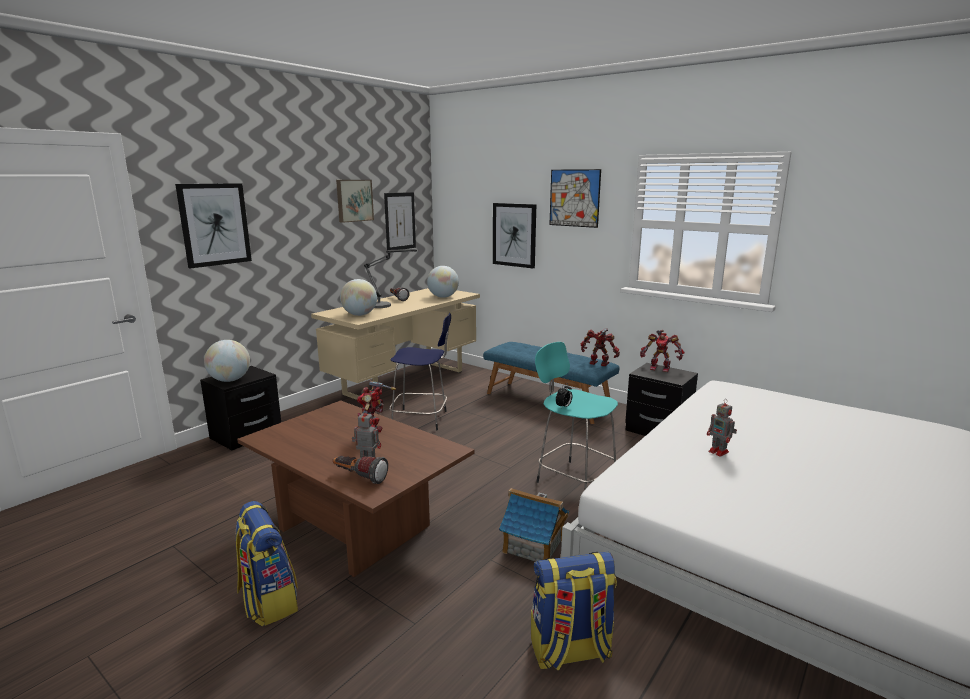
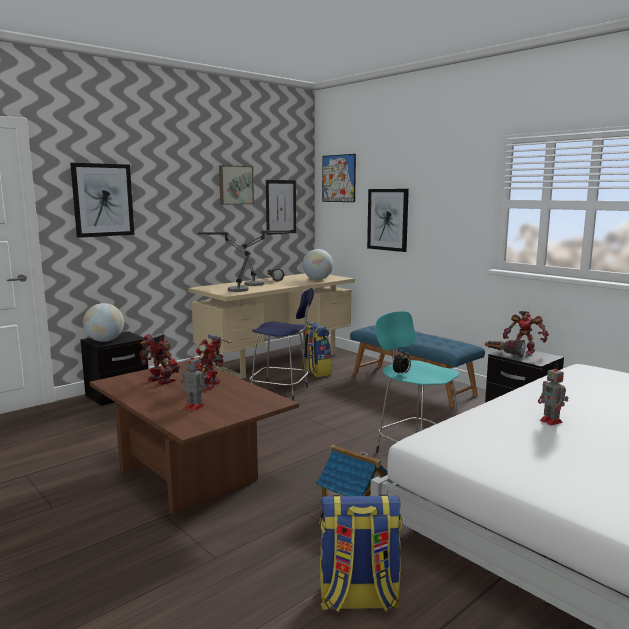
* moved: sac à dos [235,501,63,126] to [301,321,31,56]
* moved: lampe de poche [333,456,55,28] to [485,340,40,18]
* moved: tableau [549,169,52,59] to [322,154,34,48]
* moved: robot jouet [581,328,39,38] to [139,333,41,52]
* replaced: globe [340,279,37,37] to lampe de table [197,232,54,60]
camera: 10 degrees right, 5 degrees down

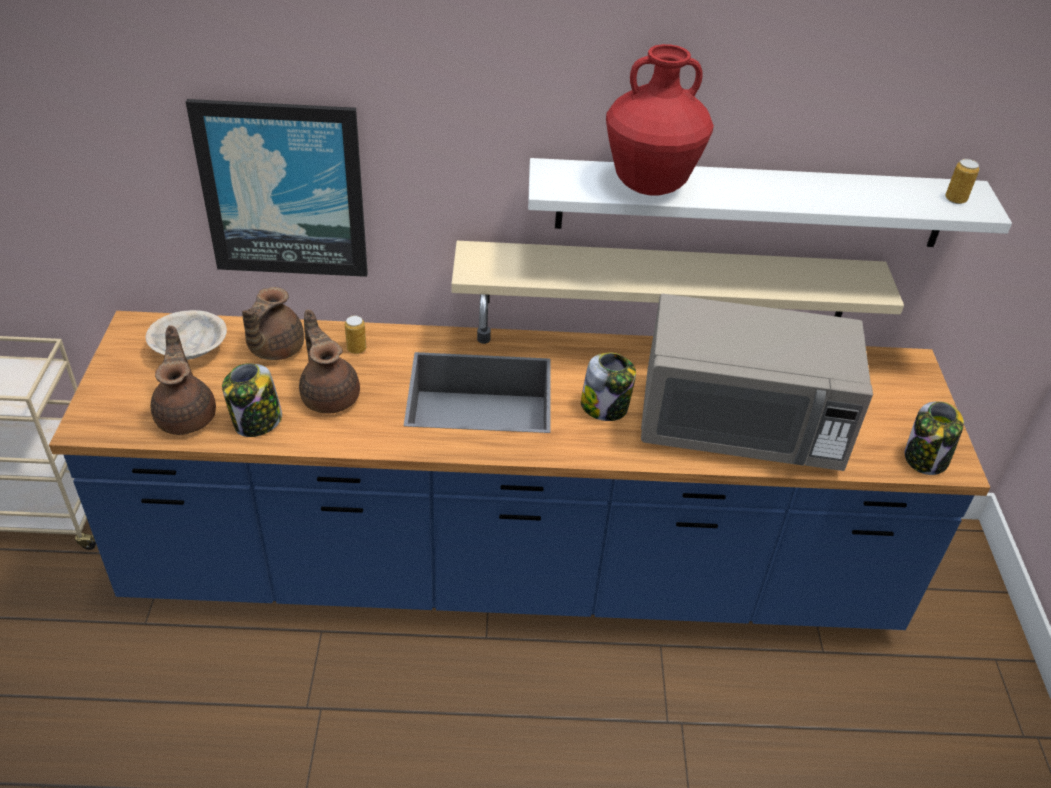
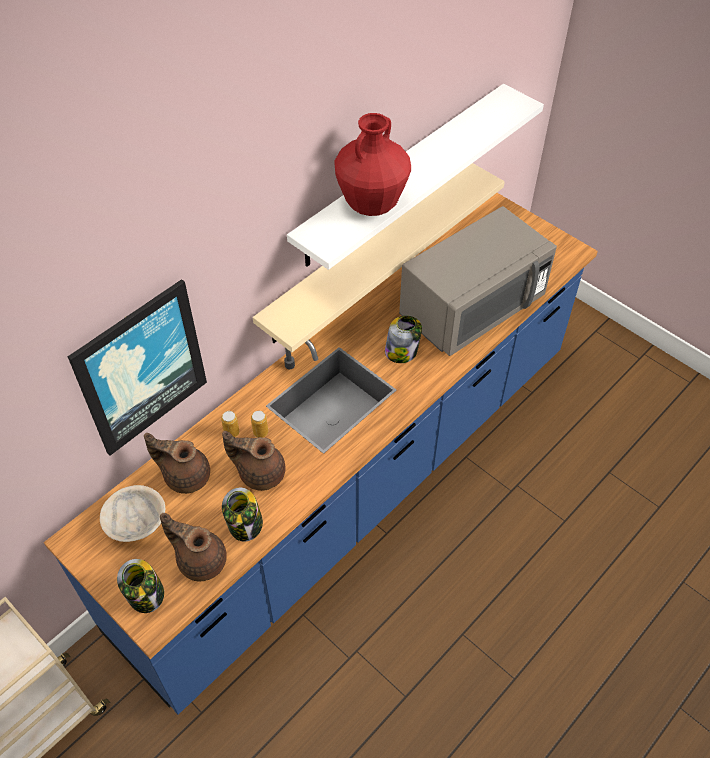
* moved: bocal [905,401,59,74] to [117,559,47,54]
* moved: boîte métallique [945,159,34,45] to [251,411,17,27]
* turned: théière (marron) [242,287,62,73] = [144,433,66,61] 135 degrees clockwise
camera: 45 degrees left, 10 degrees up

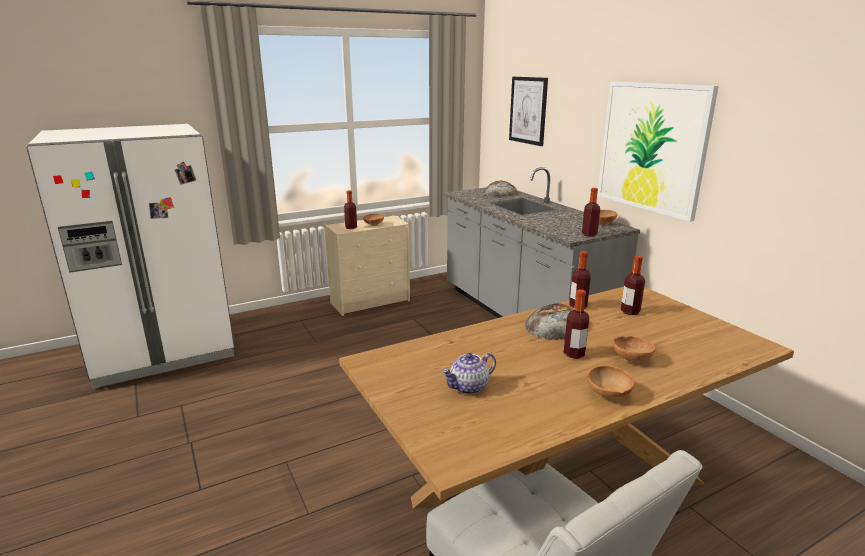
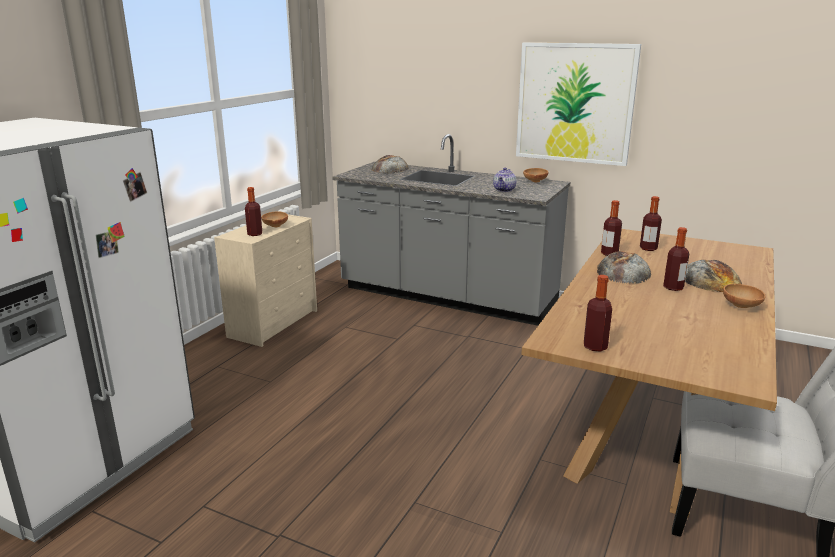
* removed: tableau [509,77,39,69]
* moved: théière [441,353,55,42] to [493,168,23,24]
* moved: bouteille [582,188,18,49] to [584,275,28,76]
* replaced: bol (marron) [613,336,42,27] to pain [685,260,57,32]
camera: 35 degrees left, 0 degrees up

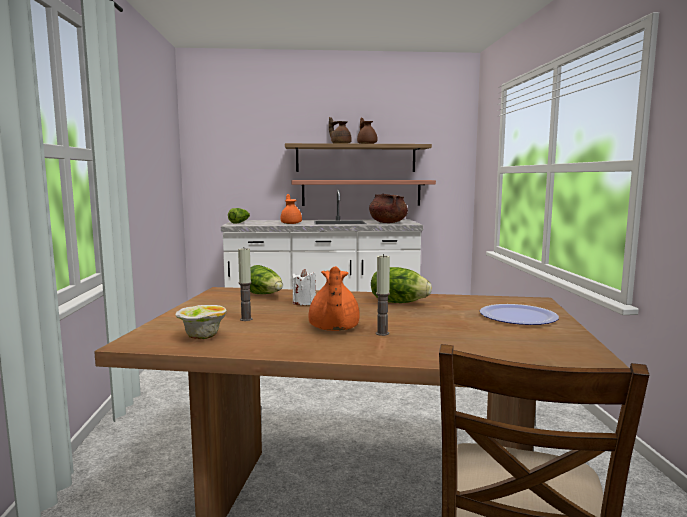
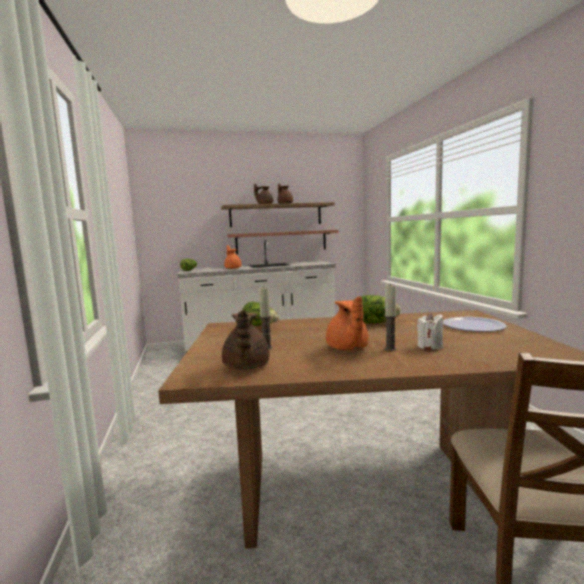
* removed: marmite (marron) [369,194,39,29]
* moved: bougie (blanc) [292,269,24,36] to [417,312,26,38]
* replaced: bol [176,305,51,34] to théière (marron) [222,310,48,60]
camera: 10 degrees left, 0 degrees up

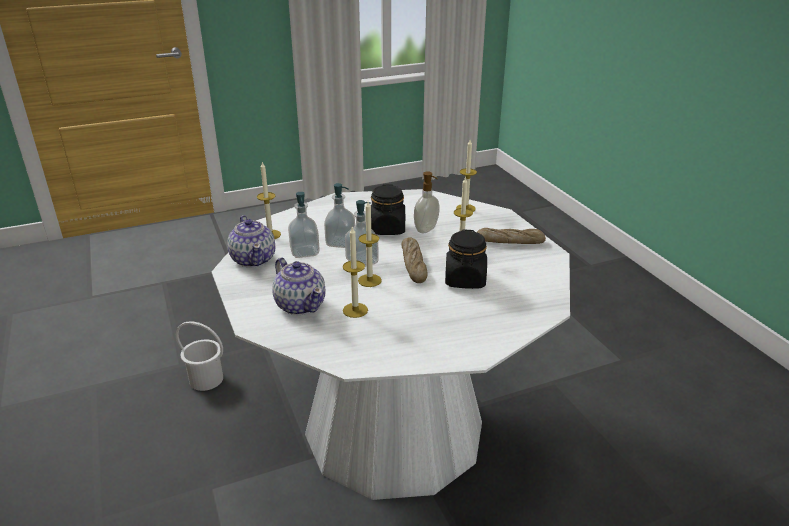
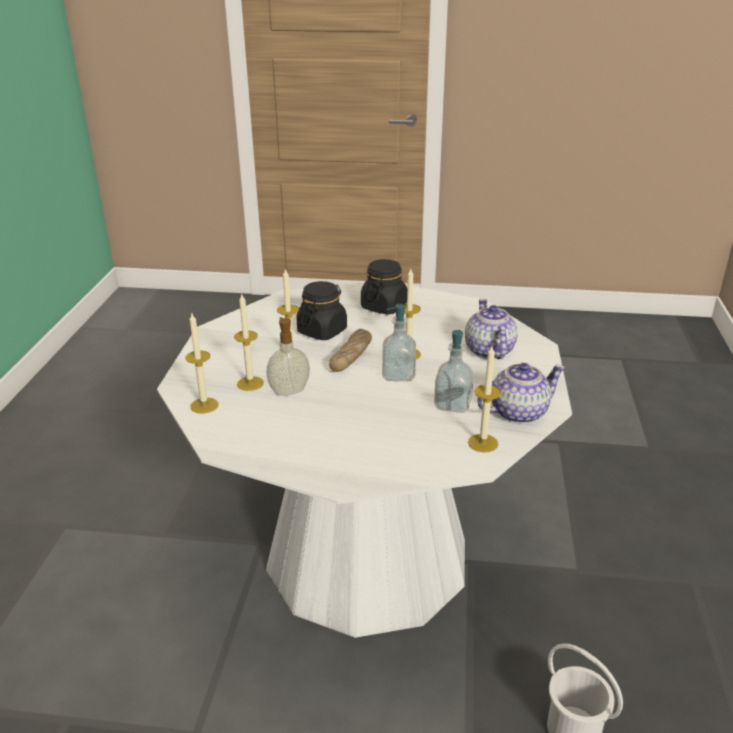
* removed: distributeur de savon [324,183,31,65]
* removed: pain [477,228,69,16]
* moved: bougie [343,226,25,92] to [234,294,30,97]
* moved: bocal (noir) [371,184,34,51] to [361,259,46,55]
* turned: théière [227,215,48,53] = [477,363,88,61] 60 degrees clockwise
camera: 150 degrees left, 0 degrees up

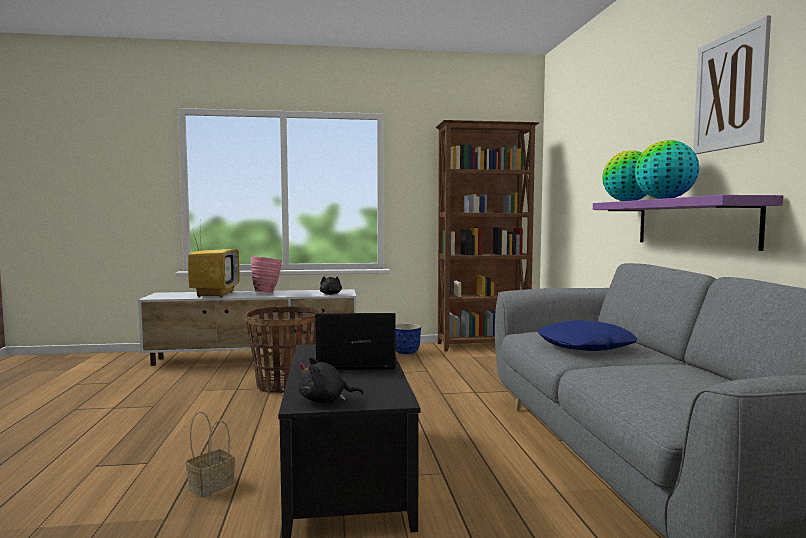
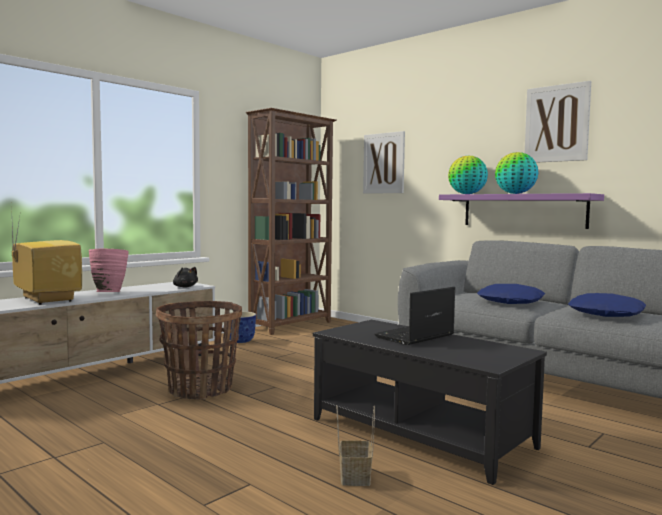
* removed: peluche (noir) [298,357,66,46]
* added: tableau [363,131,42,63]
* added: coussin (bleu) [568,293,78,24]
camera: 40 degrees left, 0 degrees up

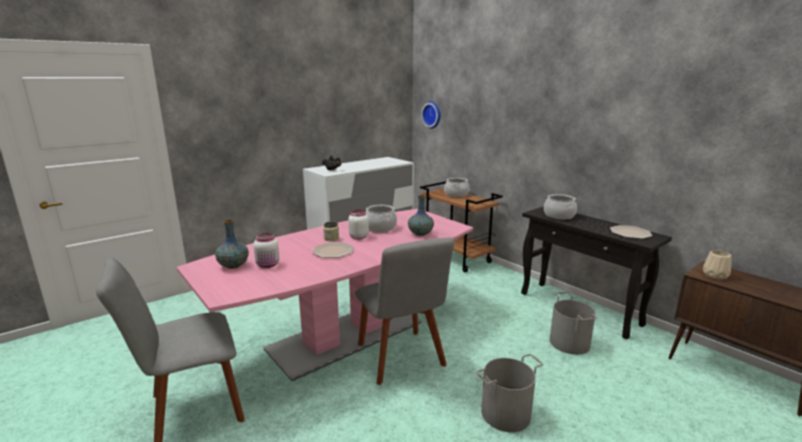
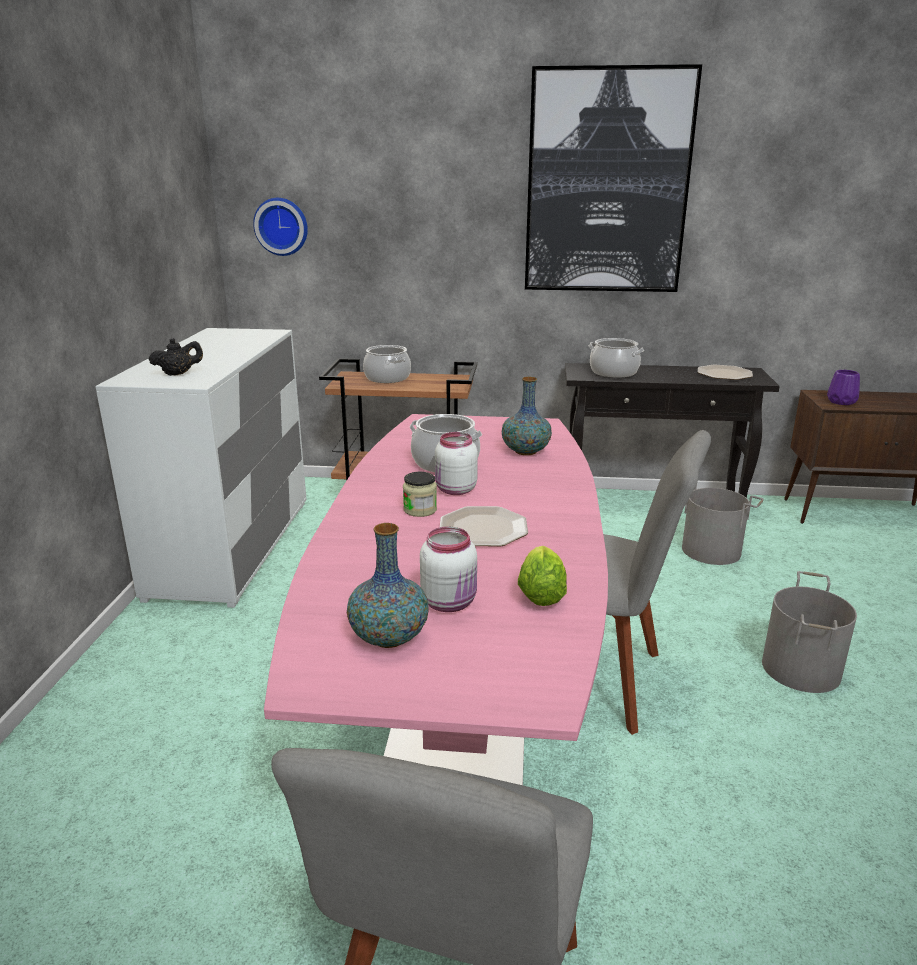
* added: laitue [518,546,49,60]
* added: tableau [525,64,177,228]
* recoloured: vase (beige) [703,250,29,29] to vase (violet) [827,370,33,35]
camera: 45 degrees left, 5 degrees up

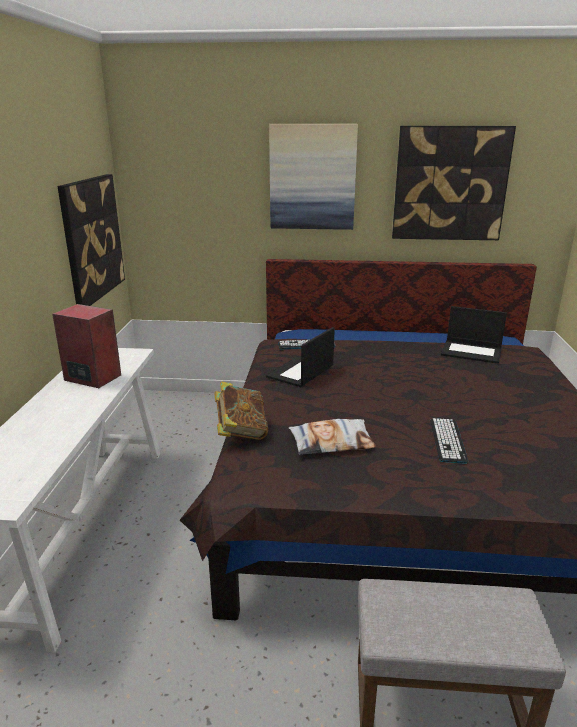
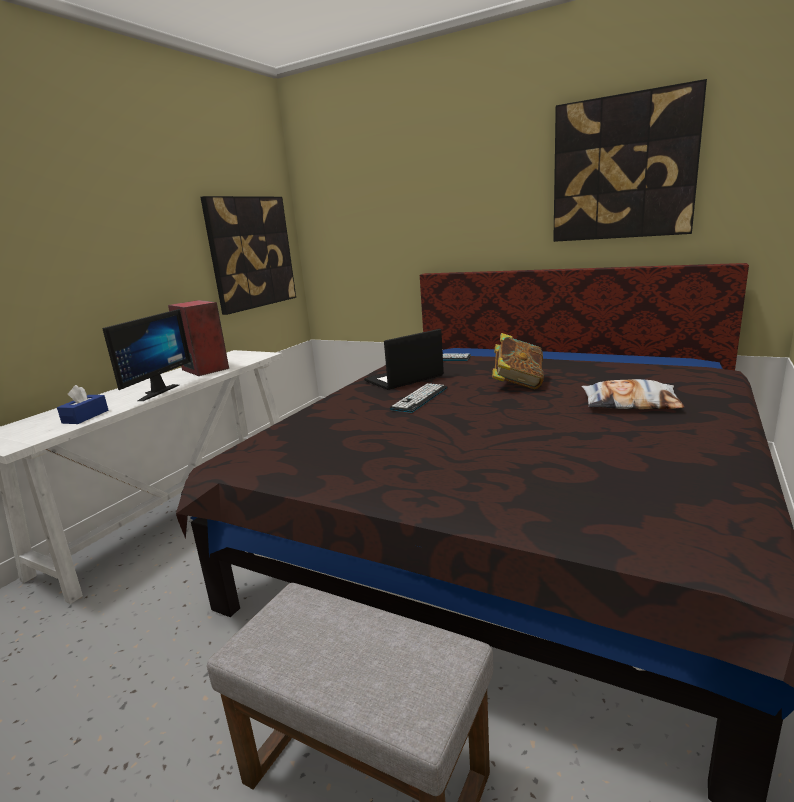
* removed: tableau [269,124,89,106]
* removed: ordinateur portable [441,306,66,58]
* added: boîte à mouchoirs (bleu) [57,385,51,39]
* added: écran d'ordinateur [102,309,89,92]
* moved: livre [214,381,54,59] to [492,333,52,56]
* moved: coussin [289,419,87,36] to [581,379,103,30]
* moved: clavier [430,418,38,46] to [389,383,58,30]
camera: 25 degrees right, 5 degrees down

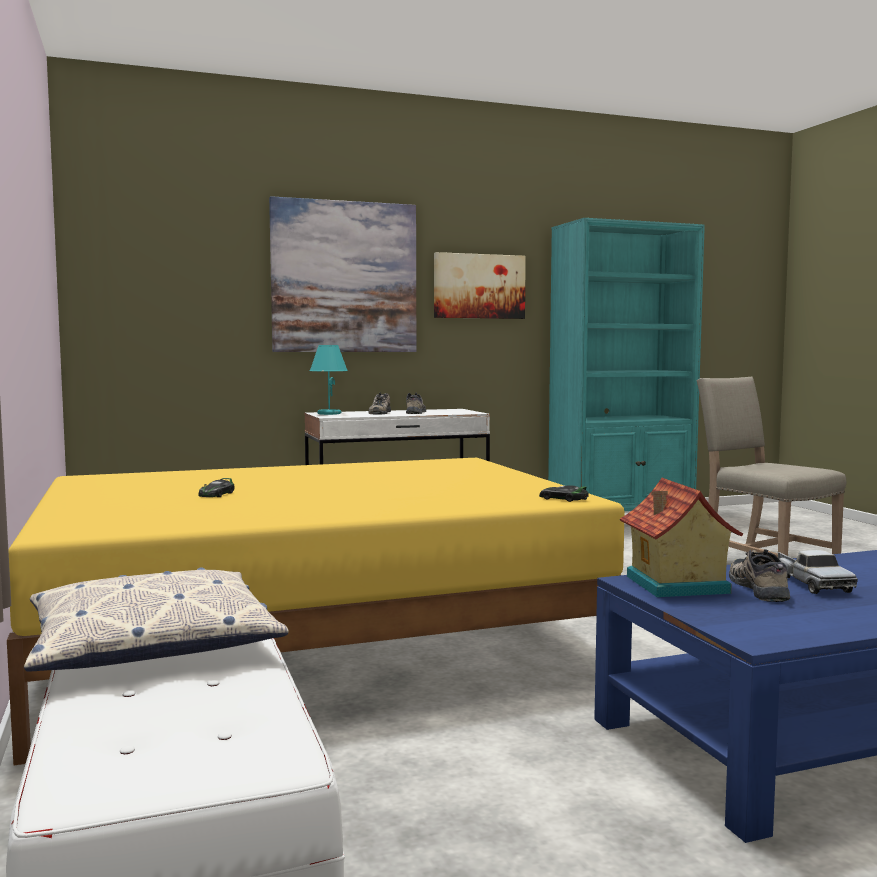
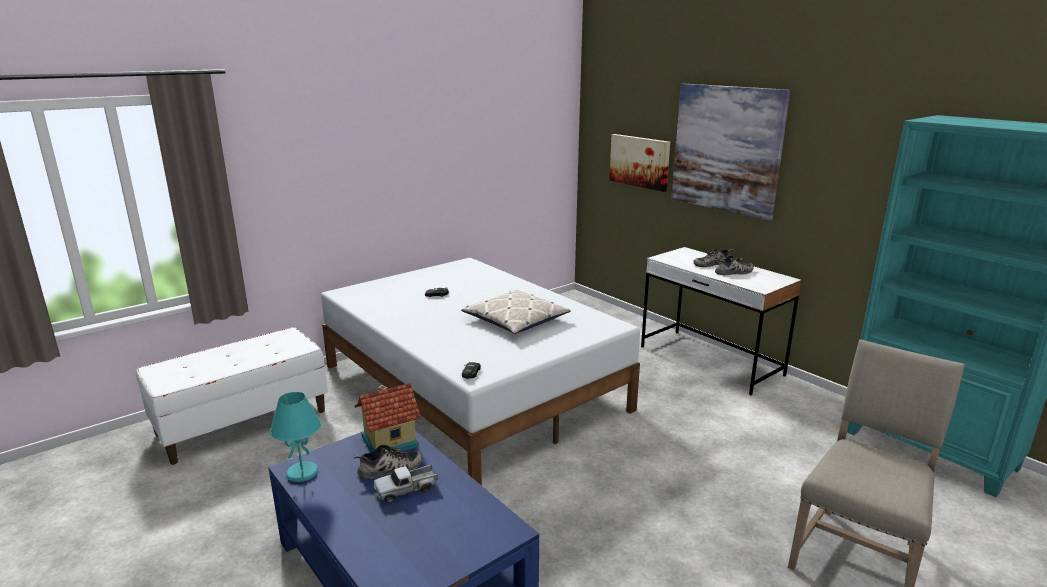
* moved: coussin [24,568,265,103] to [461,290,110,44]
* moved: lampe de table (turquoise) [310,345,38,70] to [270,392,51,90]
* moved: tableau [434,252,92,67] to [609,134,61,58]
* recoloured: lit (jaune) [7,458,618,308] to lit (blanc) [321,258,319,228]
camera: 70 degrees right, 15 degrees up

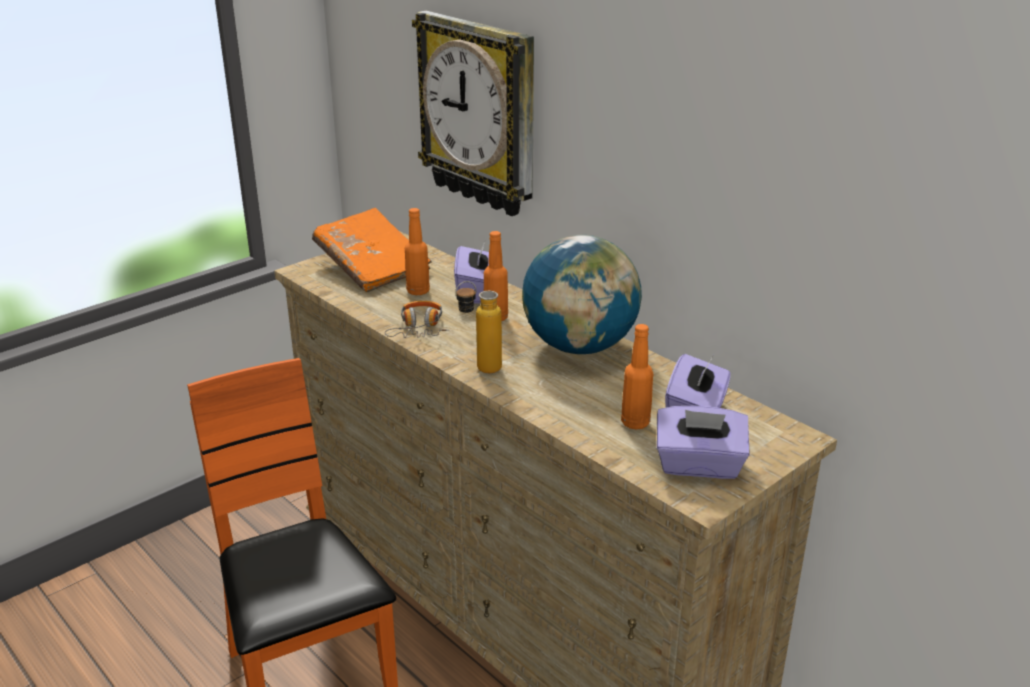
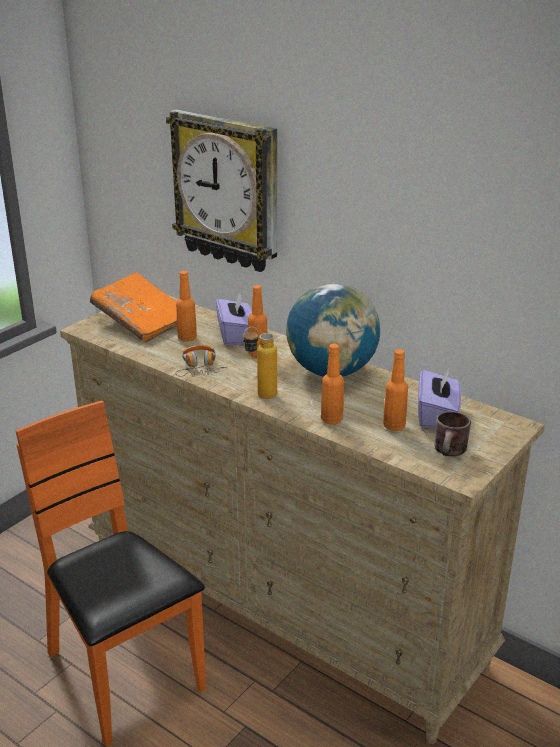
* added: bouteille (orange) [321,344,23,81]
* replaced: boîte à mouchoirs (violet) [657,406,93,73] to mug (marron) [435,412,36,44]
camera: 10 degrees left, 0 degrees up

